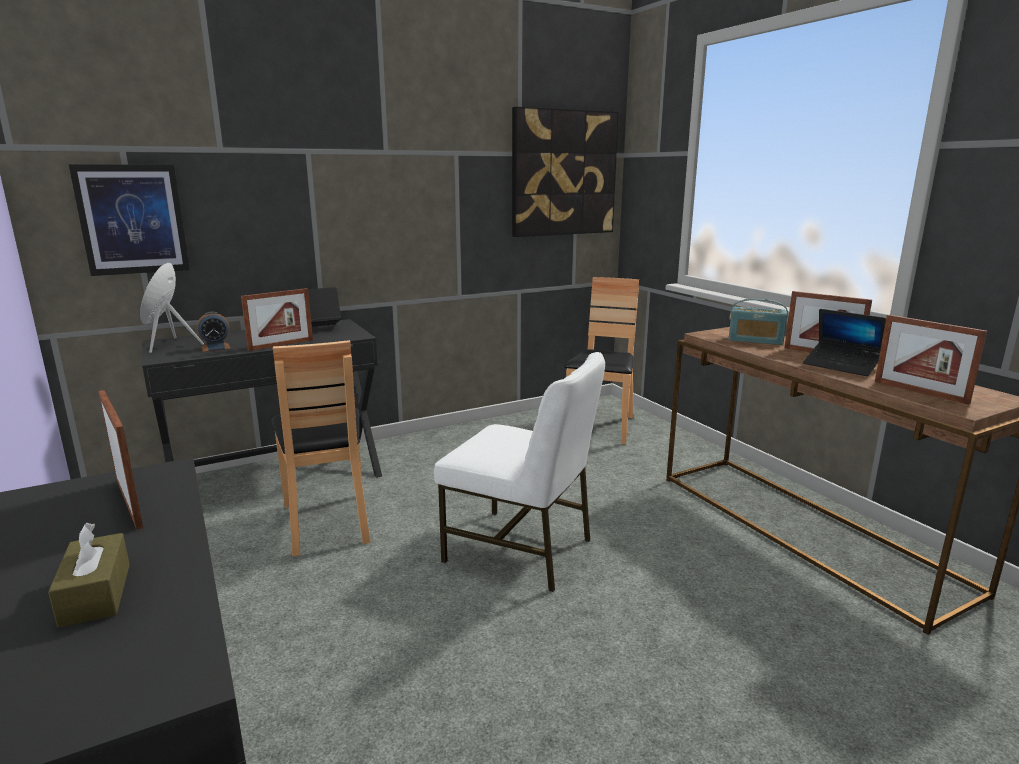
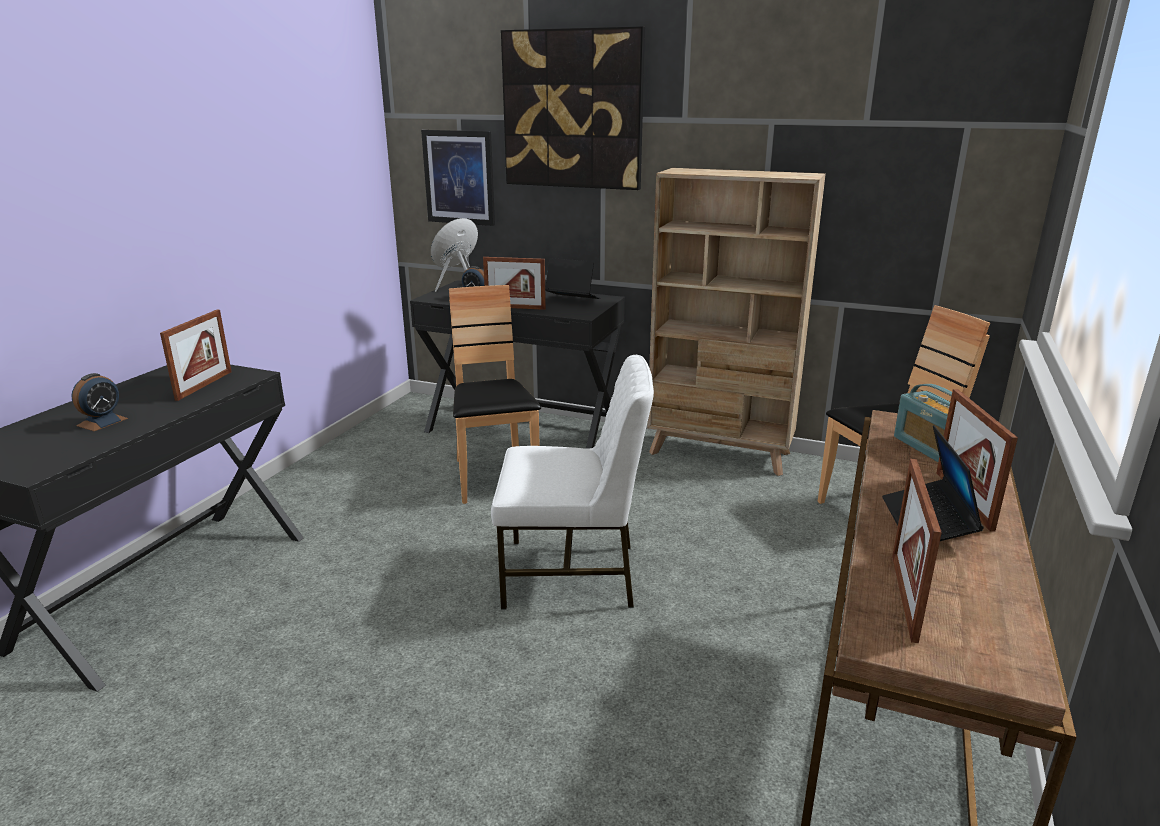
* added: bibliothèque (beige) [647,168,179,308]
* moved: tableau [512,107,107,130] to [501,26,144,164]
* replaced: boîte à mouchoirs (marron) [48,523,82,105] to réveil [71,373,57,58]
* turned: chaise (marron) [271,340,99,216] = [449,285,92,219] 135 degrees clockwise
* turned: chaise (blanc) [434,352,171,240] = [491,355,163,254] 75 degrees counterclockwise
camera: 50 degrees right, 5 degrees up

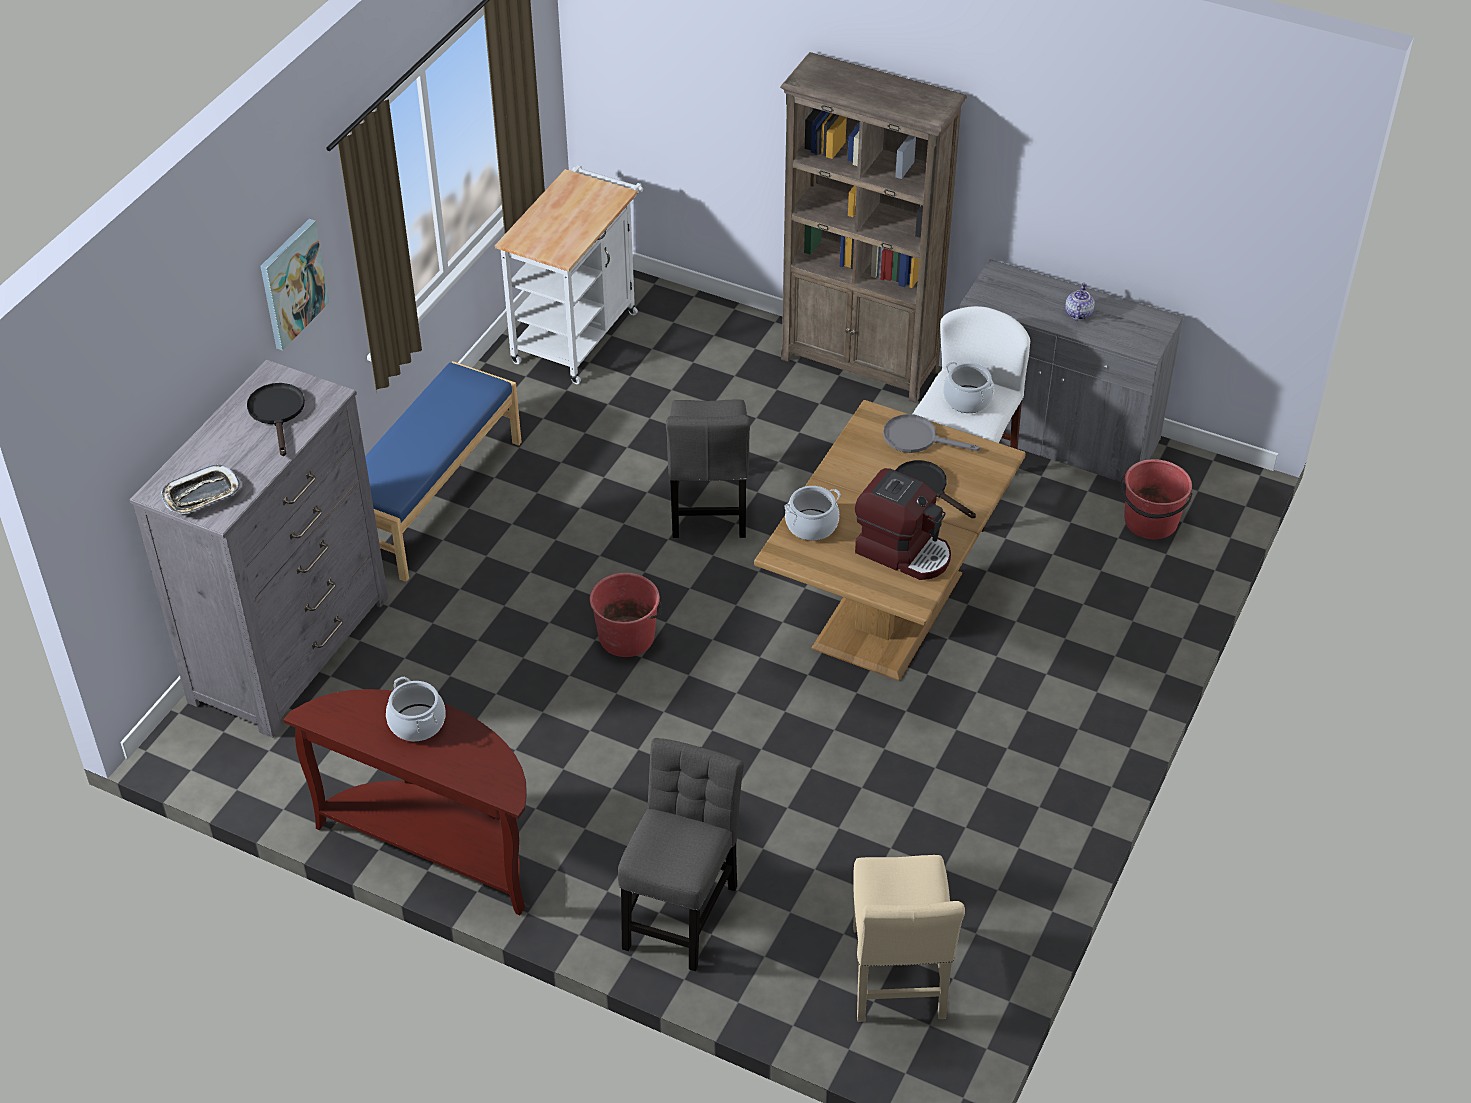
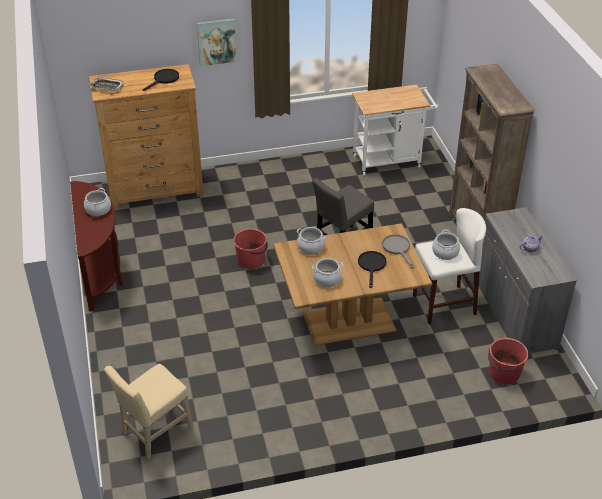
* removed: banc (bleu) [365,361,157,221]
* removed: chaise (gris) [618,738,126,233]
* replaced: machine à café [855,468,96,112] to marmite [312,258,31,29]
* recoloured: commode (gris) [130,360,258,378] to commode (marron) [89,64,115,145]
camera: 50 degrees right, 5 degrees down

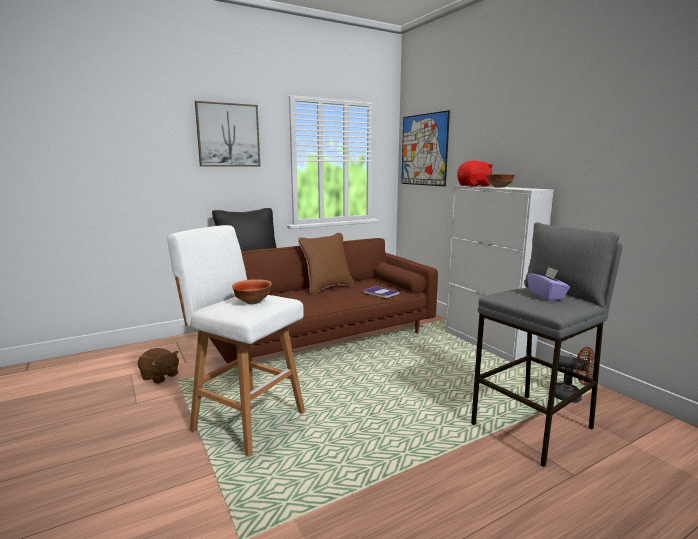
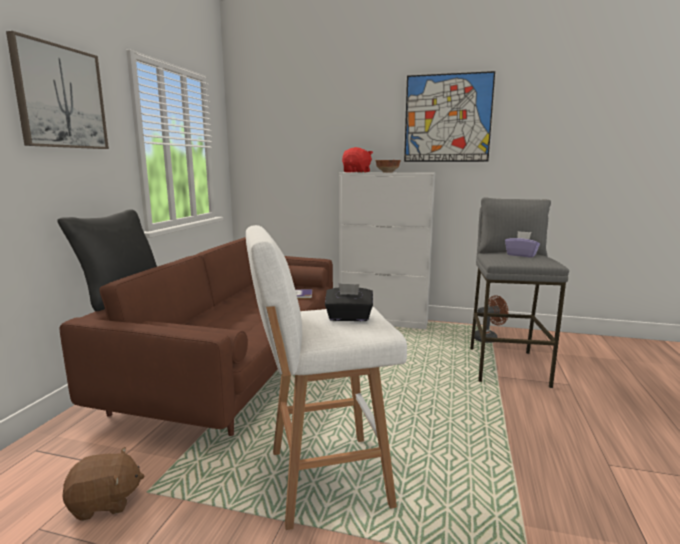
* removed: coussin (marron) [298,233,56,61]
* moved: tableau [401,110,49,76] to [404,71,91,91]
* replaced: bol [232,280,40,24] to boîte à mouchoirs (noir) [325,283,48,38]
camera: 45 degrees left, 0 degrees up

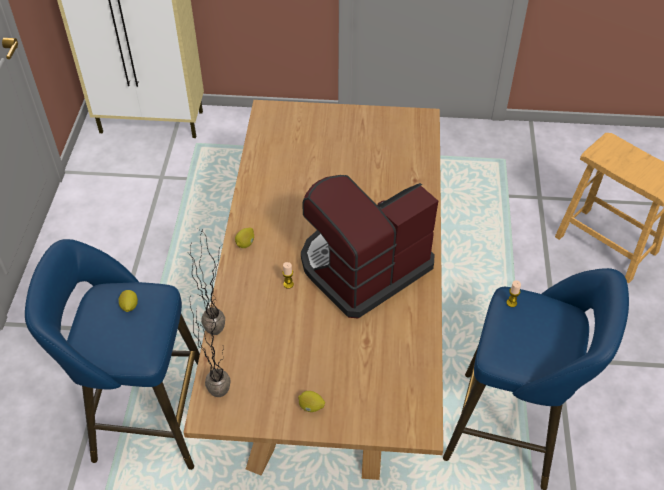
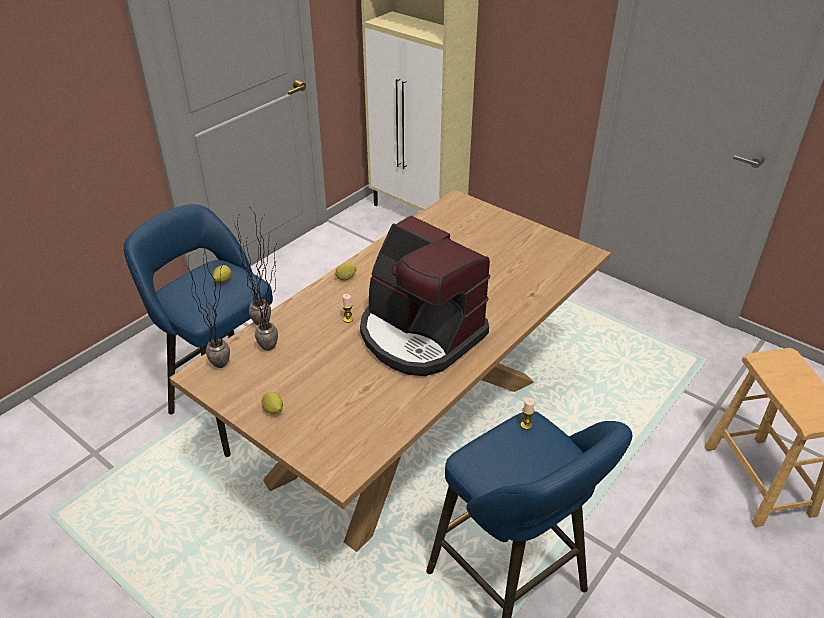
* added: plante en pot [243,233,35,118]
* turned: machine à café [301,175,137,144] = [360,216,130,160] 135 degrees counterclockwise
camera: 35 degrees right, 10 degrees down

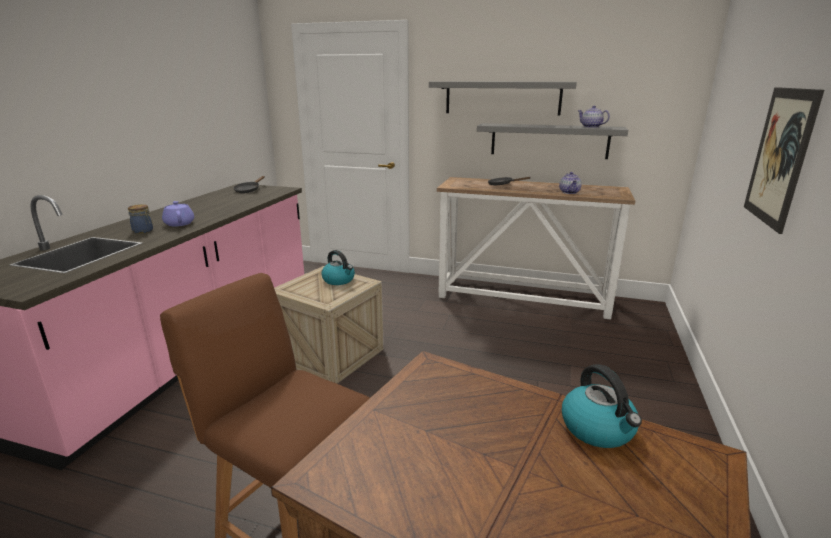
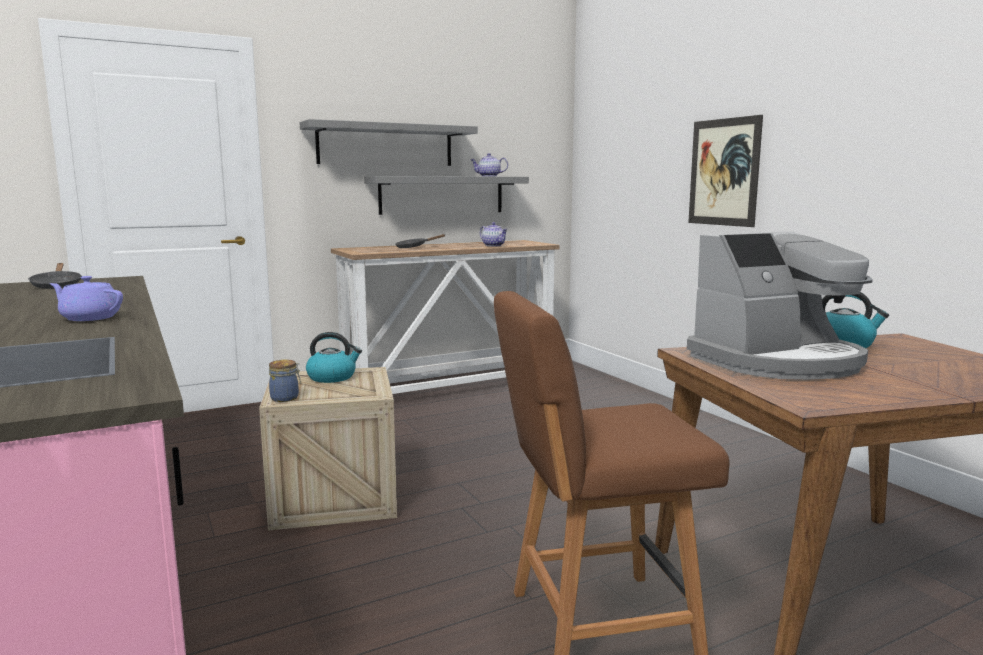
* added: machine à café [687,231,186,149]
* moved: bocal [128,204,25,30] to [269,360,32,42]
camera: 45 degrees left, 10 degrees down

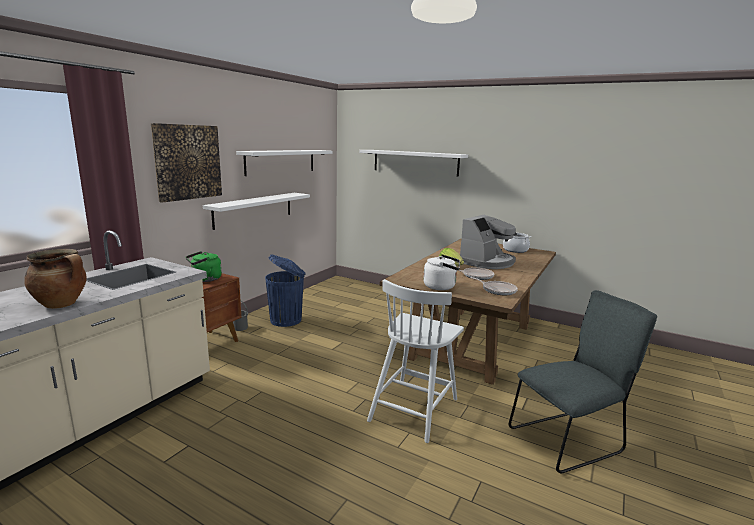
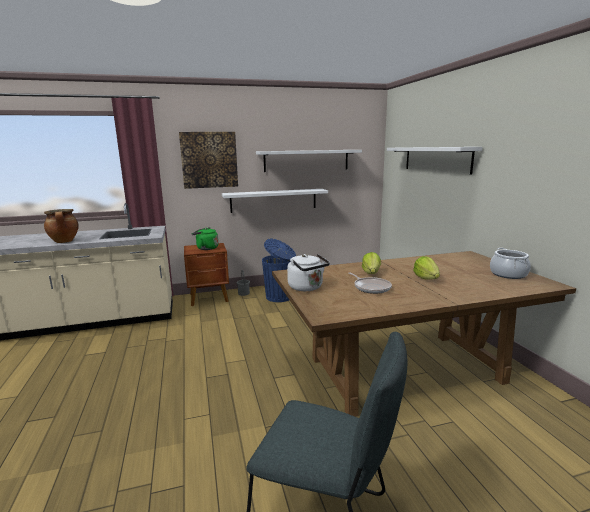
* removed: chaise (blanc) [367,279,97,164]
* removed: poêle [470,277,48,18]
* replaced: machine à café [460,214,57,55] to laitue [413,256,27,24]
camera: 45 degrees right, 0 degrees up

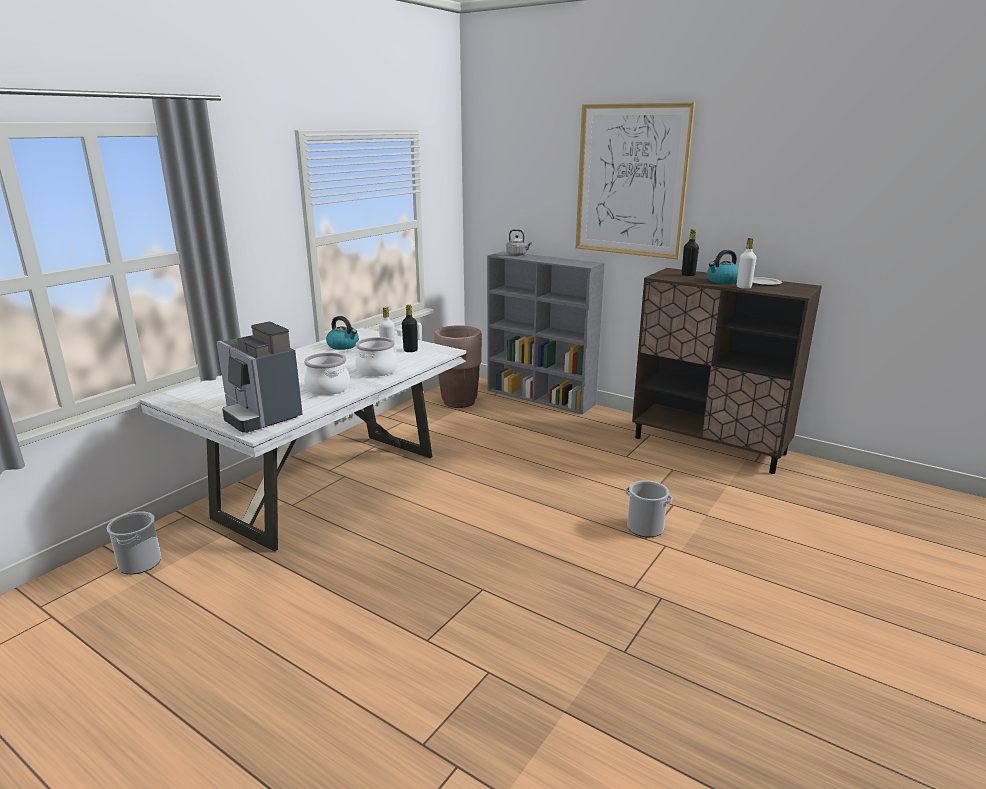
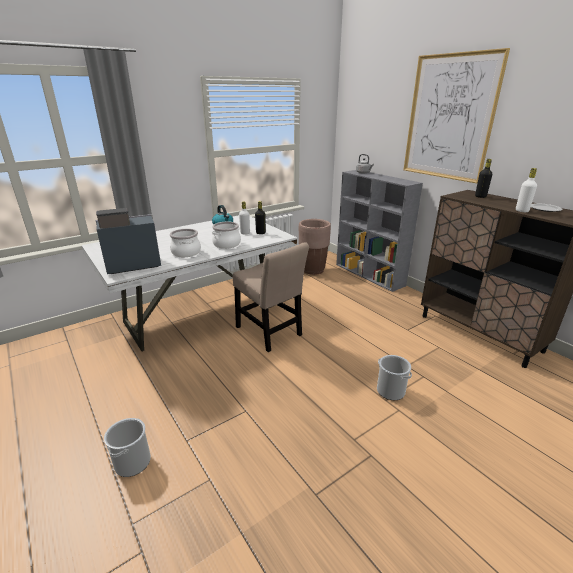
* removed: bouilloire [707,250,32,34]
* added: chaise (beige) [233,242,76,110]
* moved: seau [107,511,54,63] to [104,418,47,59]
* turned: machine à café [217,322,86,111] = [96,208,65,66] 90 degrees clockwise
camera: 20 degrees right, 5 degrees up

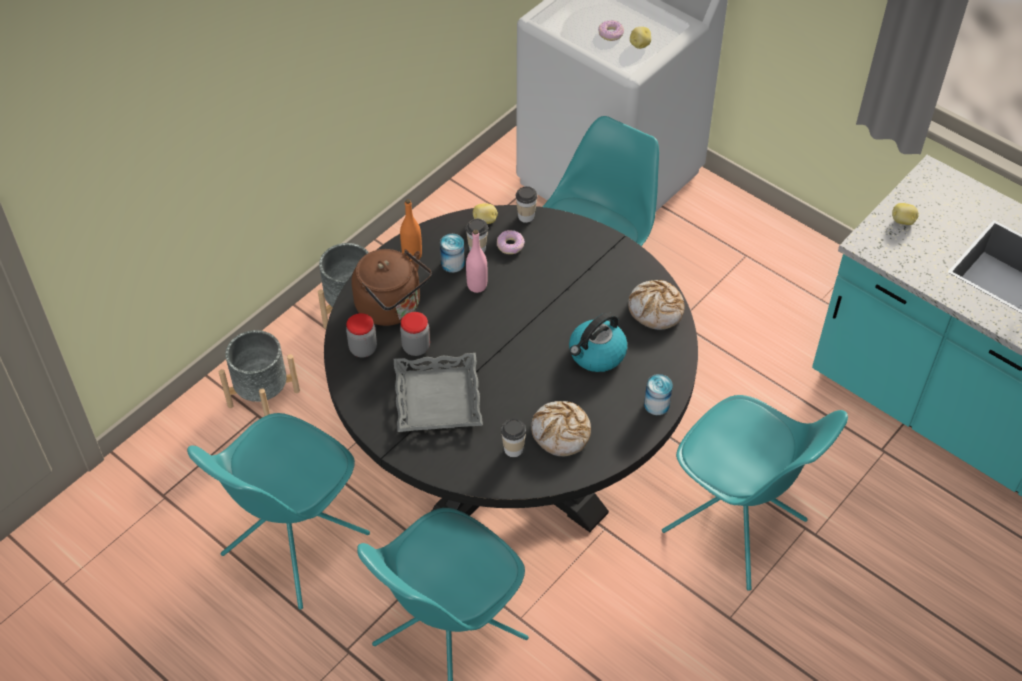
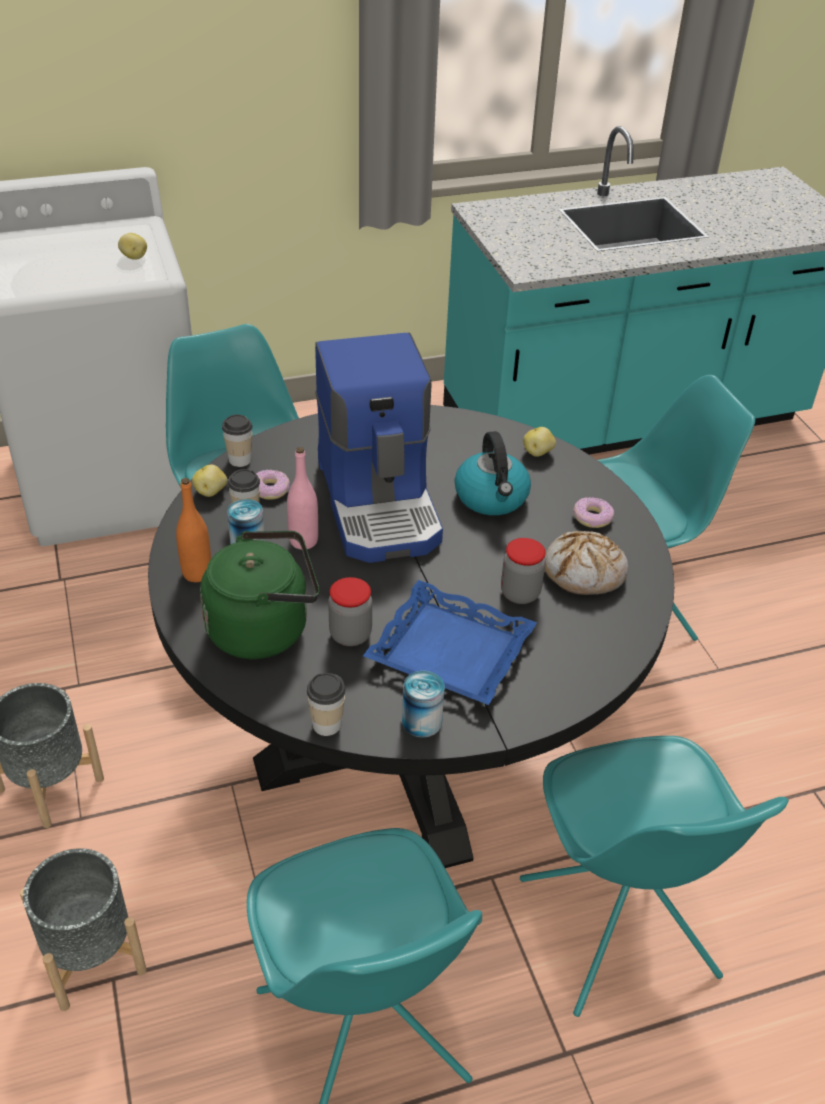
* removed: pain [628,280,57,50]
* added: machine à café [315,333,128,230]
* moved: bocal [346,313,31,45] to [501,538,45,66]
* moved: tasse [501,419,25,38] to [306,673,40,63]
* moved: beignet [598,20,26,21] to [573,497,41,31]
* moved: boîte métallique [644,374,29,41] to [402,671,43,67]
* moved: pomme de terre [892,203,27,22] to [523,427,33,30]
* recoloured: bouilloire (marron) [352,249,80,77] to bouilloire (vert) [200,531,119,128]
* recoloured: plateau (gris) [394,353,89,79] to plateau (bleu) [363,580,174,125]
camera: 60 degrees left, 10 degrees down

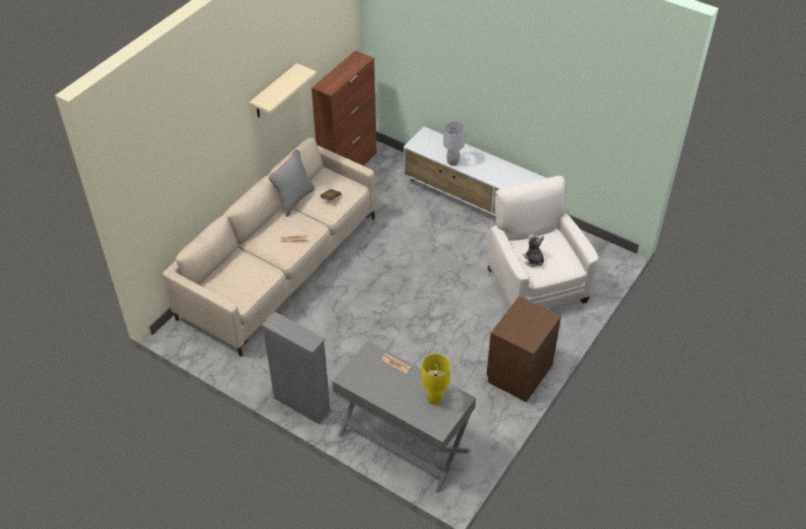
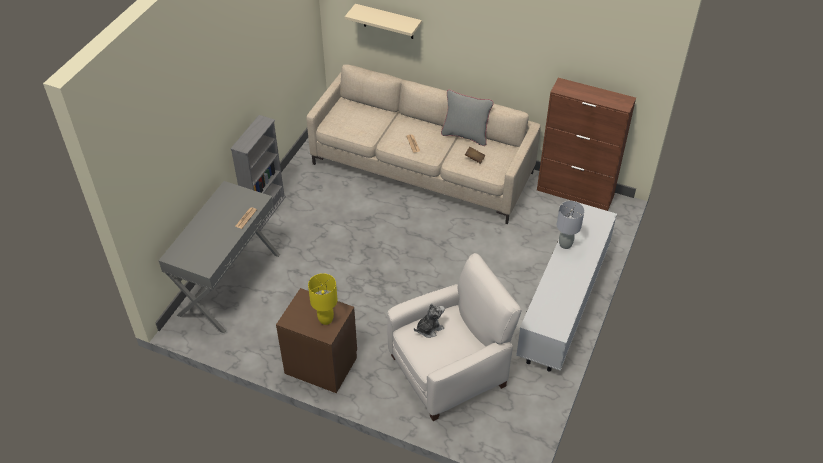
* moved: étagère (beige) [249,63,68,55] to [345,4,77,35]
* moved: lampe de table (jaune) [422,354,28,51] to [308,273,30,52]
camera: 80 degrees right, 0 degrees up

